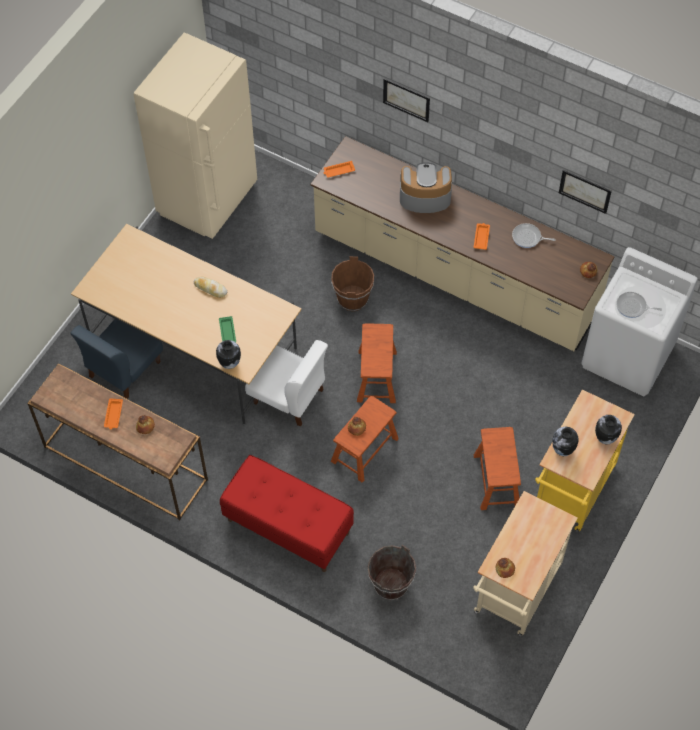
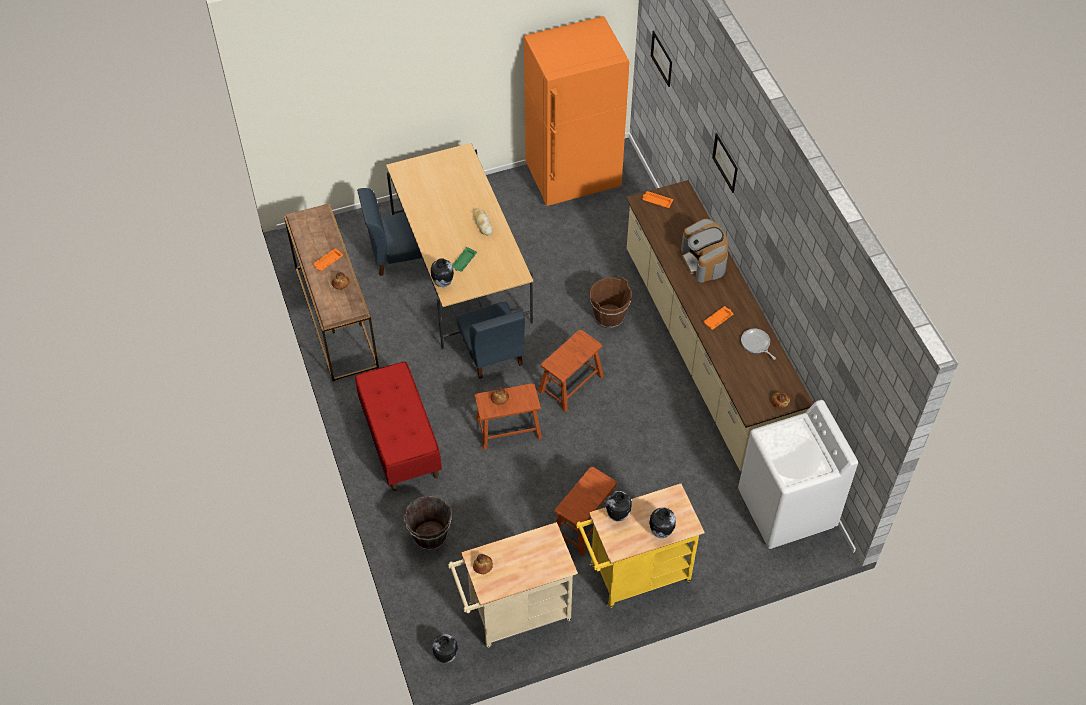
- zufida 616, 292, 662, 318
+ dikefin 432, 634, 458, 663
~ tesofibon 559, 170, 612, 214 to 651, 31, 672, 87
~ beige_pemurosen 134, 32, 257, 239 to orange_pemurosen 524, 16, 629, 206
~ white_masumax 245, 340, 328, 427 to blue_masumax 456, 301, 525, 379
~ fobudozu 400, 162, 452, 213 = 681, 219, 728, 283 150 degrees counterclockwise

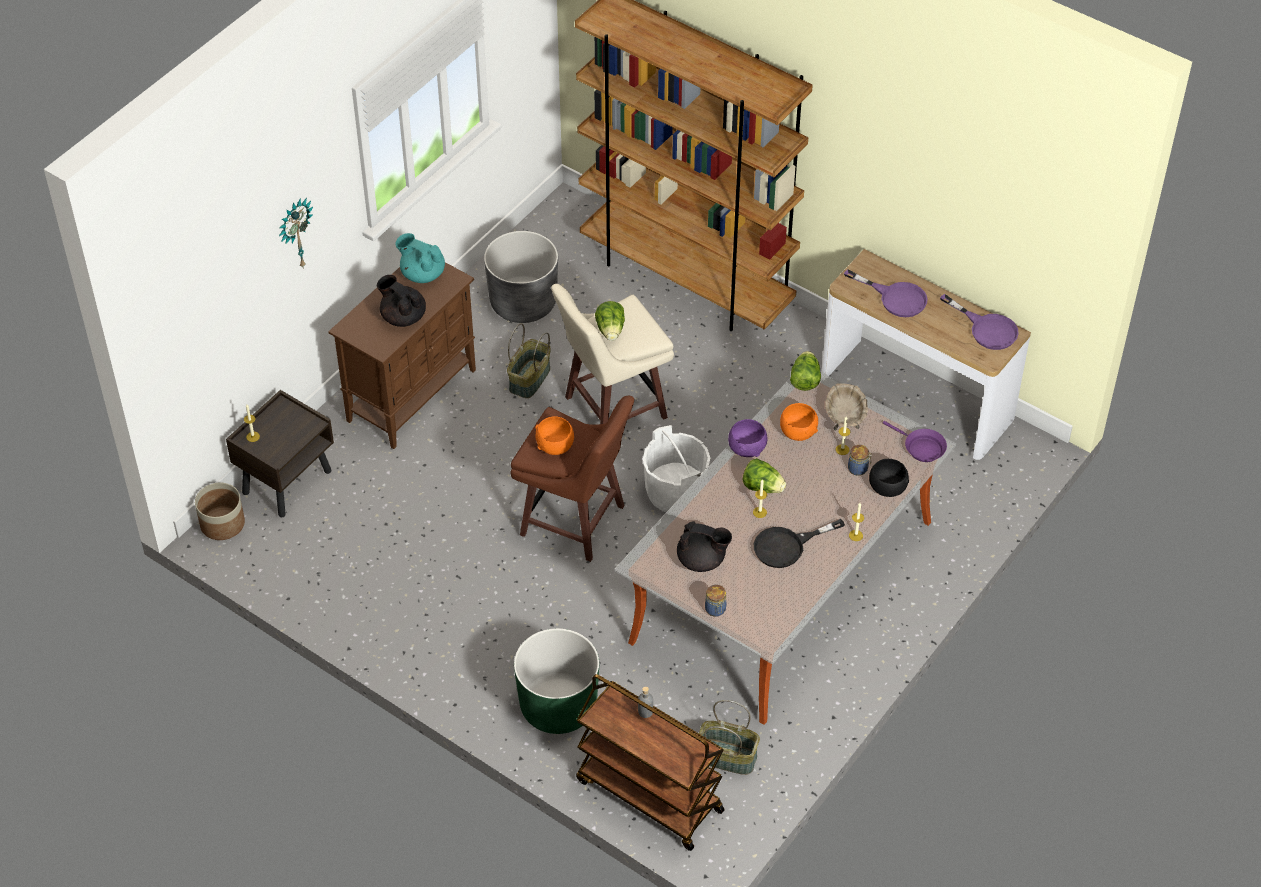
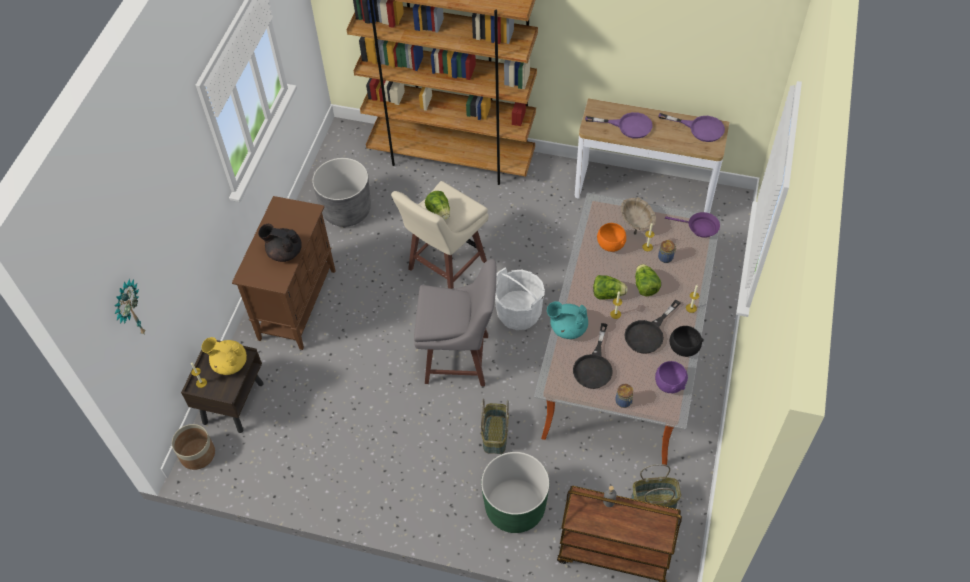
- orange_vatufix 535, 416, 574, 455
+ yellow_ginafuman 202, 337, 247, 375
~ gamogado 279, 198, 313, 269 to 115, 279, 146, 335
~ turquoise_ginafuman 395, 233, 445, 283 to 547, 301, 588, 339
~ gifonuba 507, 323, 551, 398 to 481, 398, 509, 454
~ purple_vatufix 728, 419, 768, 457 to 655, 361, 688, 393
~ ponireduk 790, 351, 821, 391 to 635, 264, 661, 296
~ black_vatufix 869, 459, 909, 497 to 670, 326, 703, 357
~ black_ginafuman 677, 521, 732, 572 to black_zufida 573, 323, 613, 389
~ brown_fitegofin 510, 396, 634, 562 to grey_fitegofin 414, 259, 497, 386

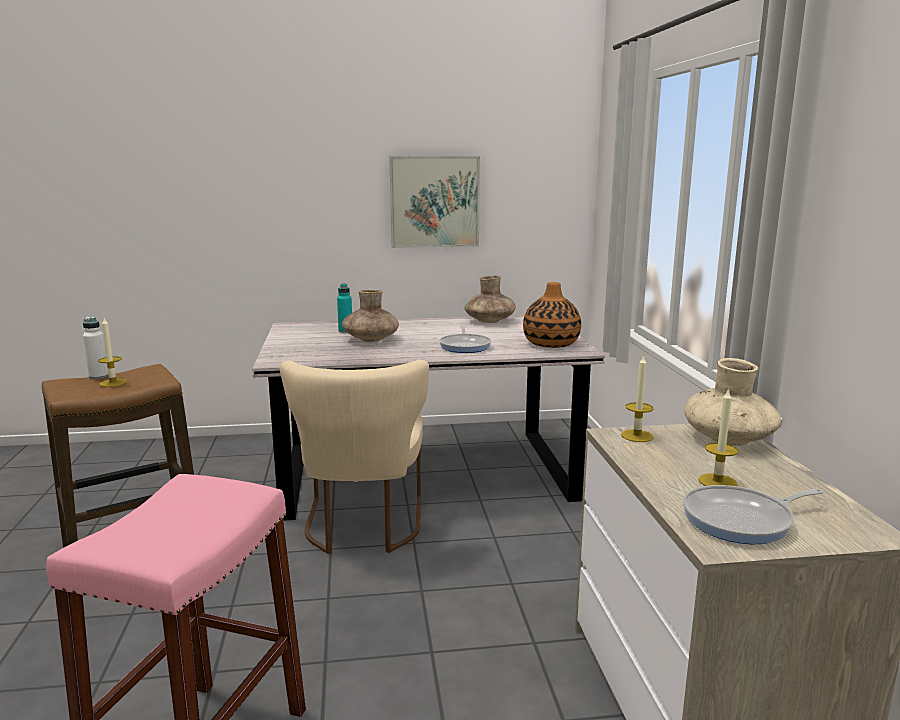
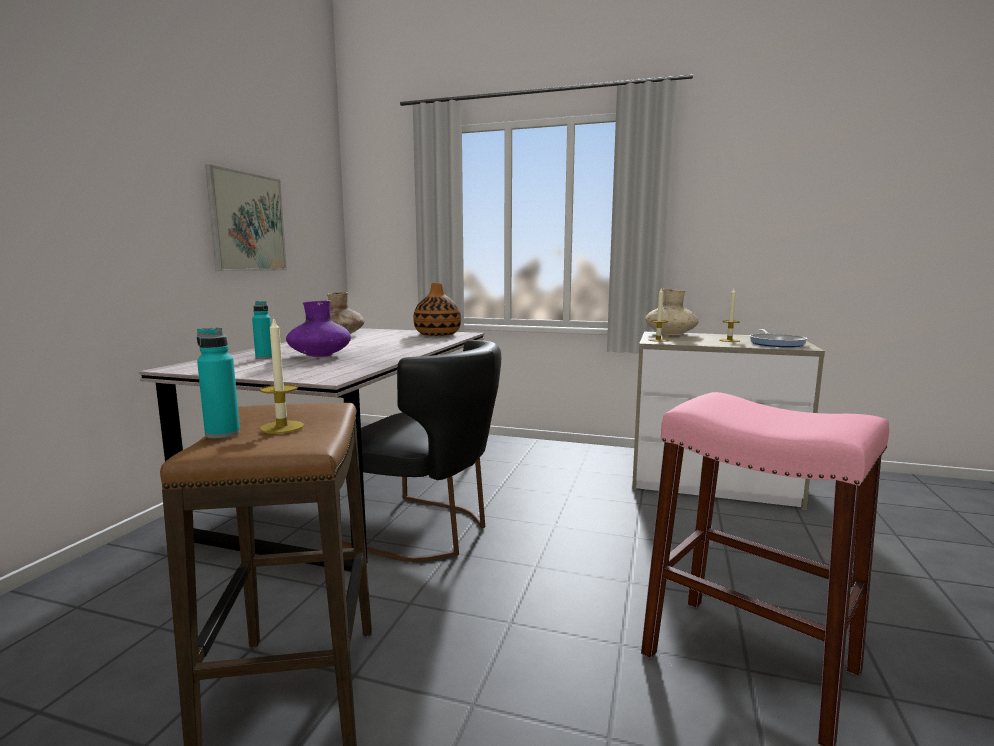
- zufida 439, 326, 492, 353
~ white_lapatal 83, 316, 109, 379 to turquoise_lapatal 197, 327, 240, 438
~ beige_masumax 279, 360, 429, 554 to black_masumax 339, 340, 501, 562
~ brown_dikefin 342, 290, 399, 342 to purple_dikefin 286, 300, 351, 357

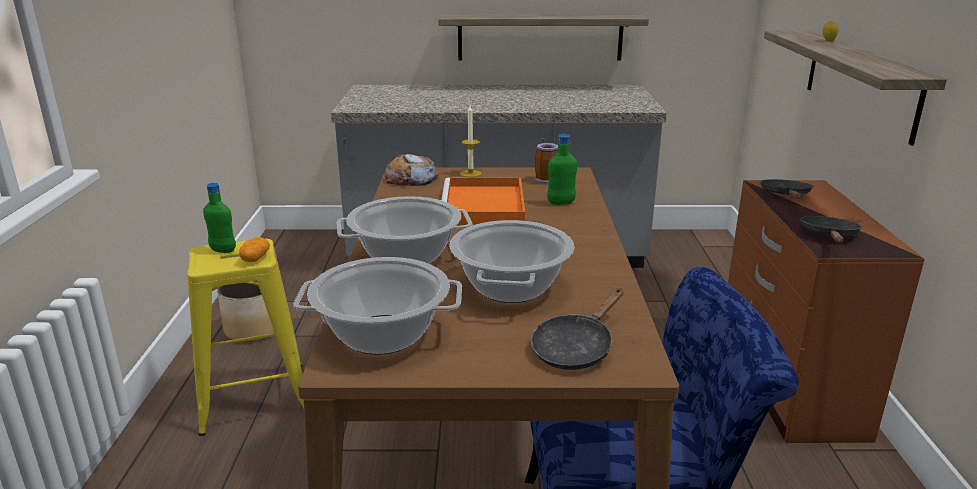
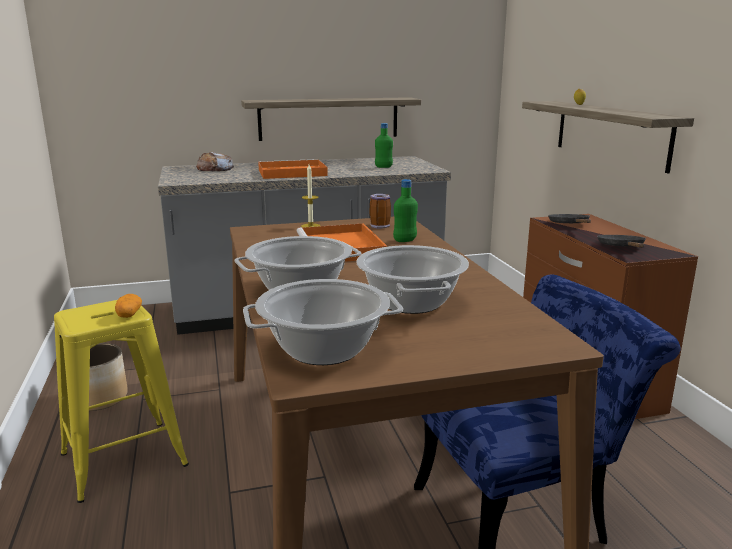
- black_zufida 531, 288, 623, 370
+ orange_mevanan 258, 159, 328, 179
~ green_lapatal 203, 183, 236, 253 to 375, 123, 393, 168
~ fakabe 385, 154, 439, 186 to 196, 152, 234, 171

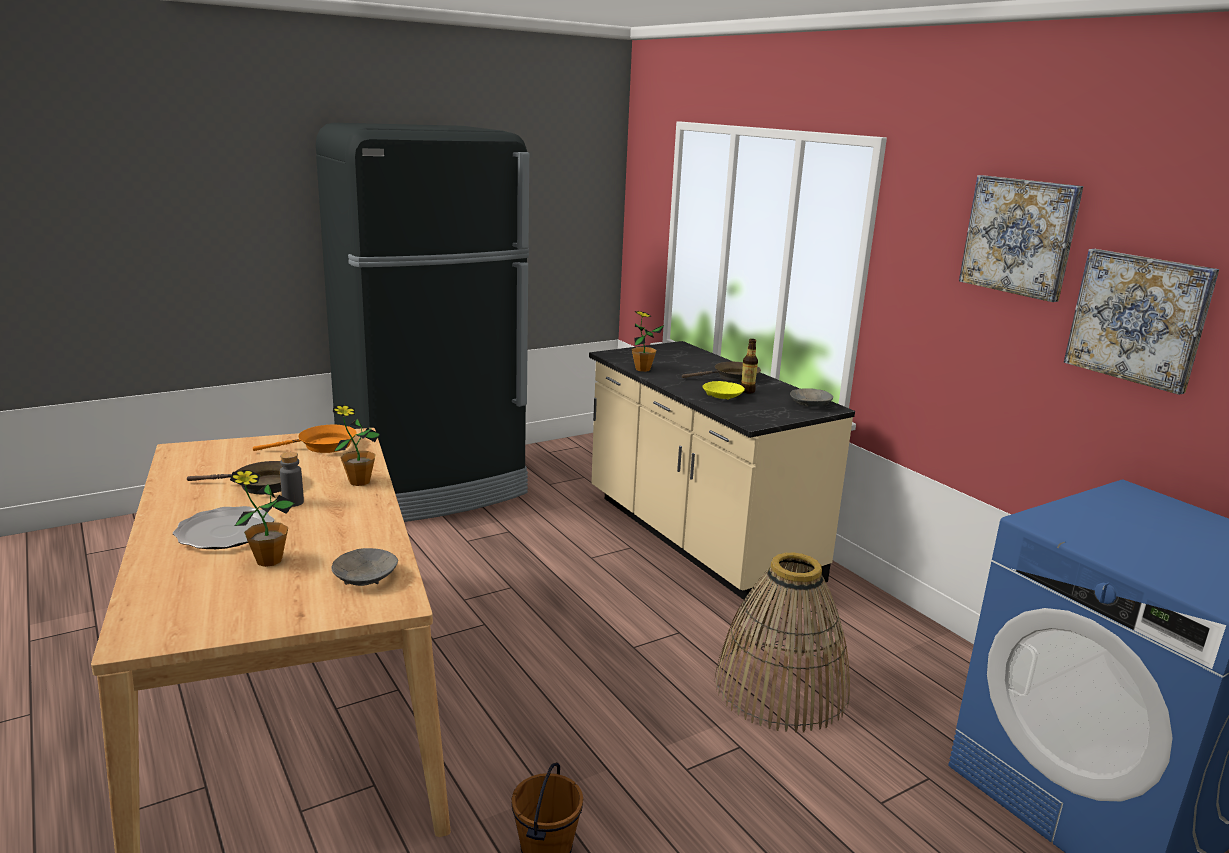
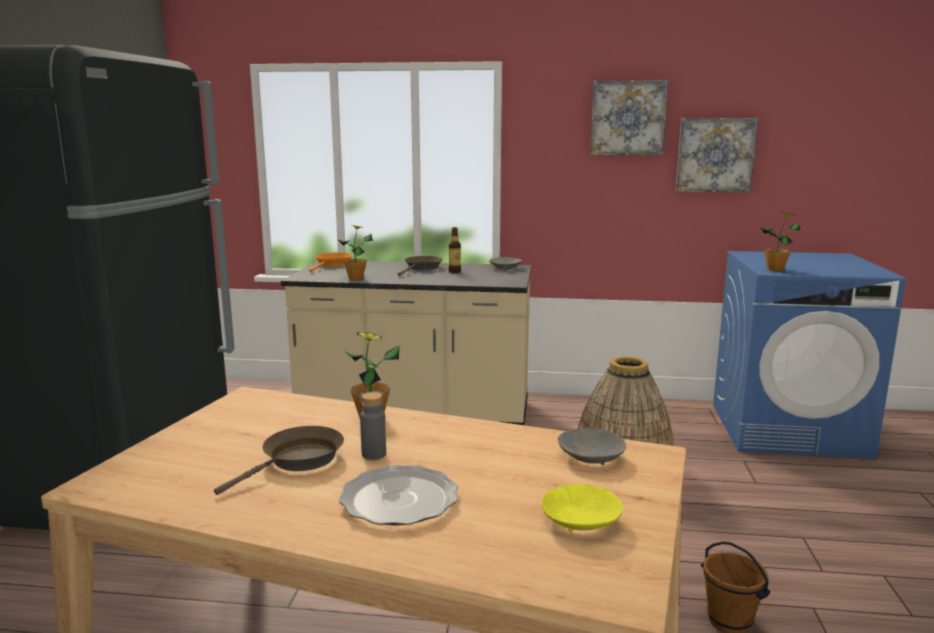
~ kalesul 230, 470, 294, 567 to 760, 212, 800, 271
~ orange_zufida 253, 425, 357, 453 to 309, 253, 353, 272
~ yellow_vatufix 702, 381, 745, 400 to 542, 484, 623, 532

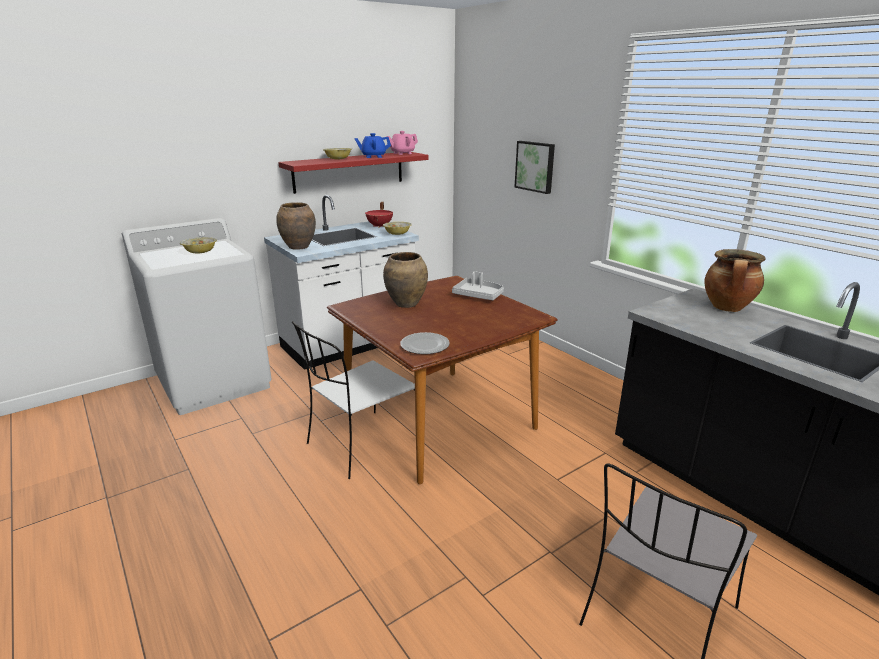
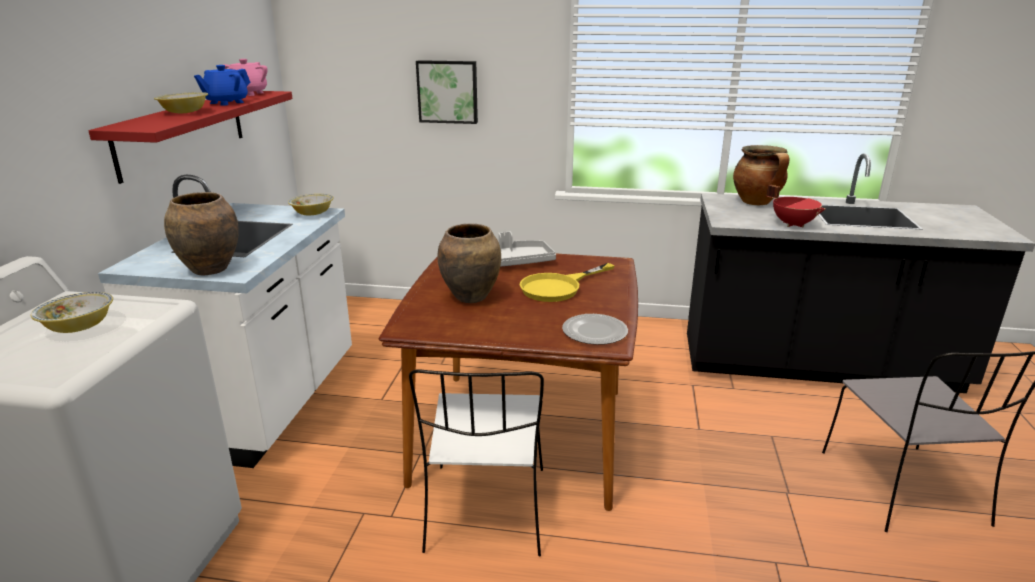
+ yellow_zufida 520, 263, 614, 302
~ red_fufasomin 365, 202, 393, 228 to 766, 185, 825, 227

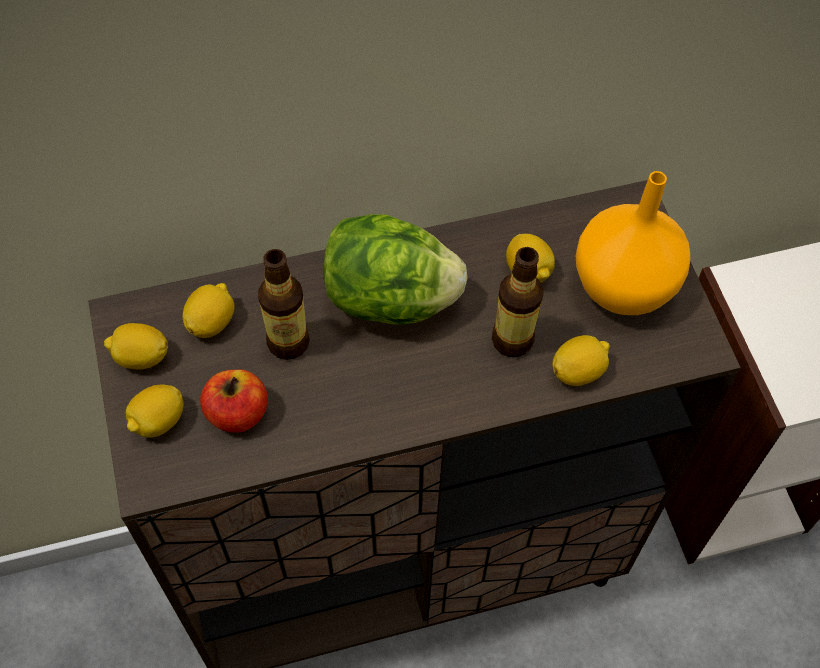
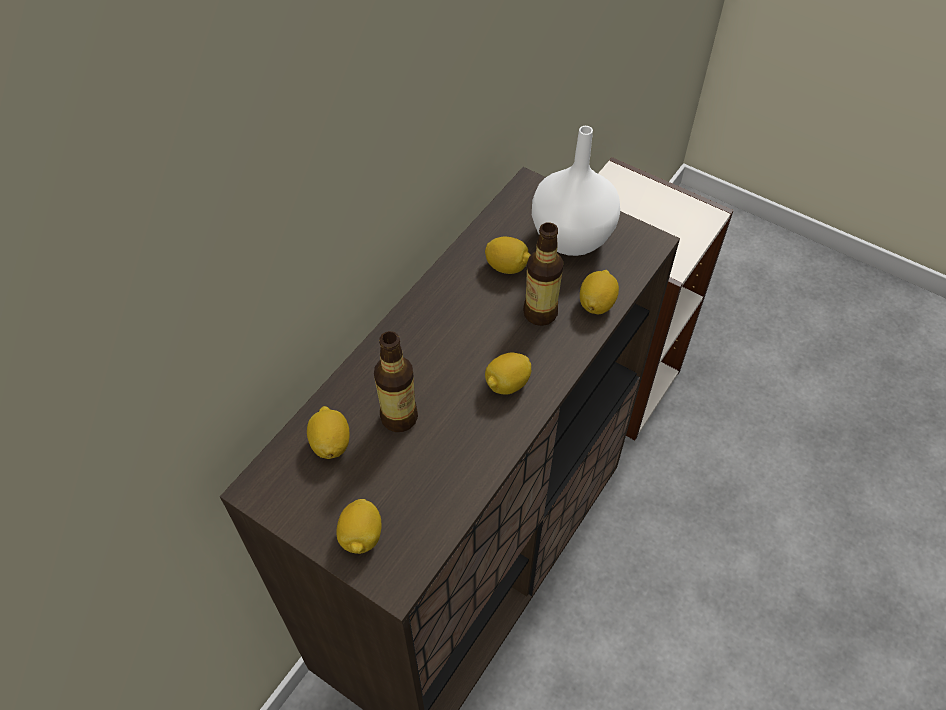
- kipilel 200, 369, 268, 433
- ponireduk 324, 214, 468, 325
~ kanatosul 104, 323, 168, 369 to 485, 353, 531, 395
~ orange_dikefin 576, 171, 690, 315 to white_dikefin 532, 126, 620, 256

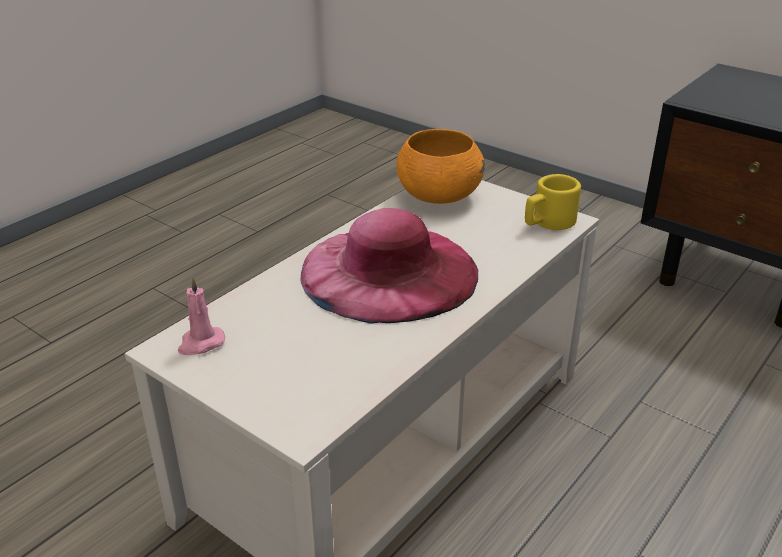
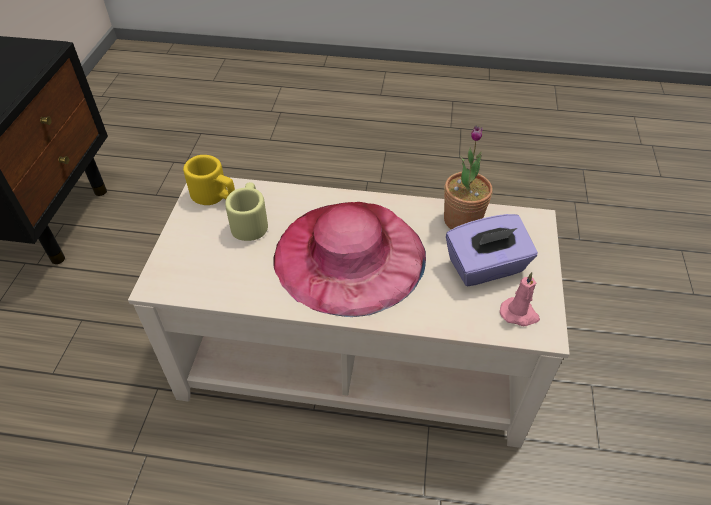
- orange_vatufix 397, 129, 485, 204
+ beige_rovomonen 225, 182, 268, 241
+ kalesul 444, 125, 493, 230
+ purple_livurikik 446, 214, 538, 286

